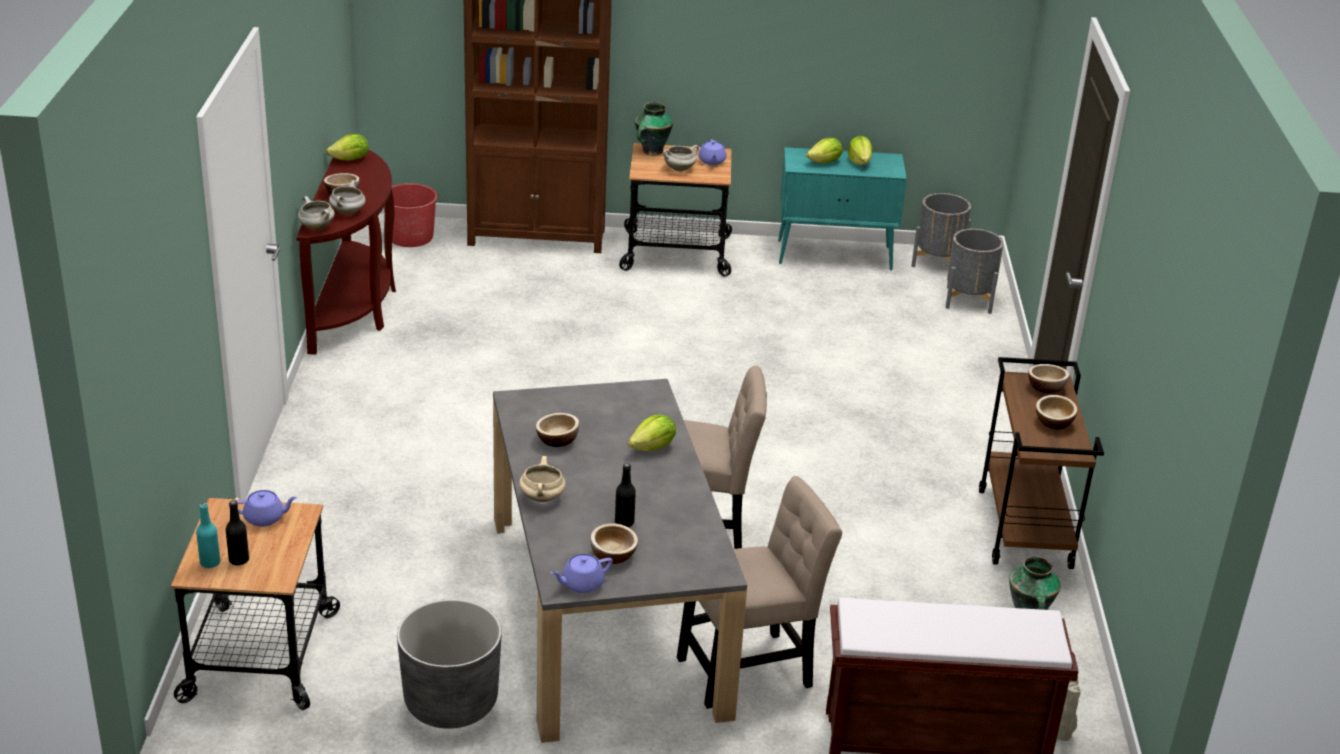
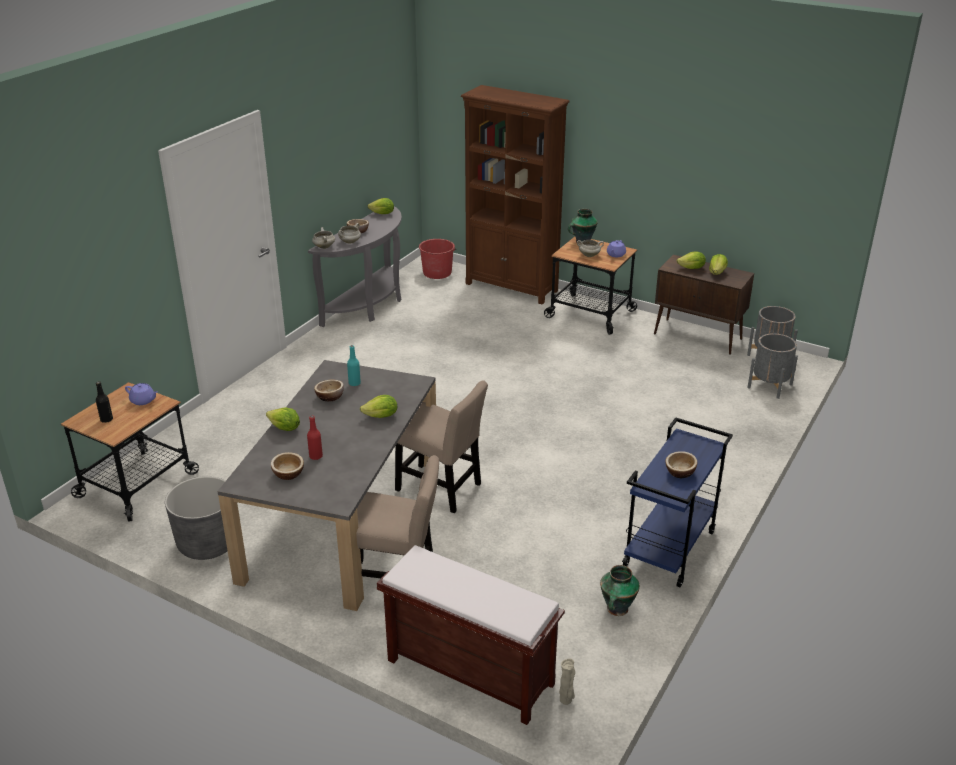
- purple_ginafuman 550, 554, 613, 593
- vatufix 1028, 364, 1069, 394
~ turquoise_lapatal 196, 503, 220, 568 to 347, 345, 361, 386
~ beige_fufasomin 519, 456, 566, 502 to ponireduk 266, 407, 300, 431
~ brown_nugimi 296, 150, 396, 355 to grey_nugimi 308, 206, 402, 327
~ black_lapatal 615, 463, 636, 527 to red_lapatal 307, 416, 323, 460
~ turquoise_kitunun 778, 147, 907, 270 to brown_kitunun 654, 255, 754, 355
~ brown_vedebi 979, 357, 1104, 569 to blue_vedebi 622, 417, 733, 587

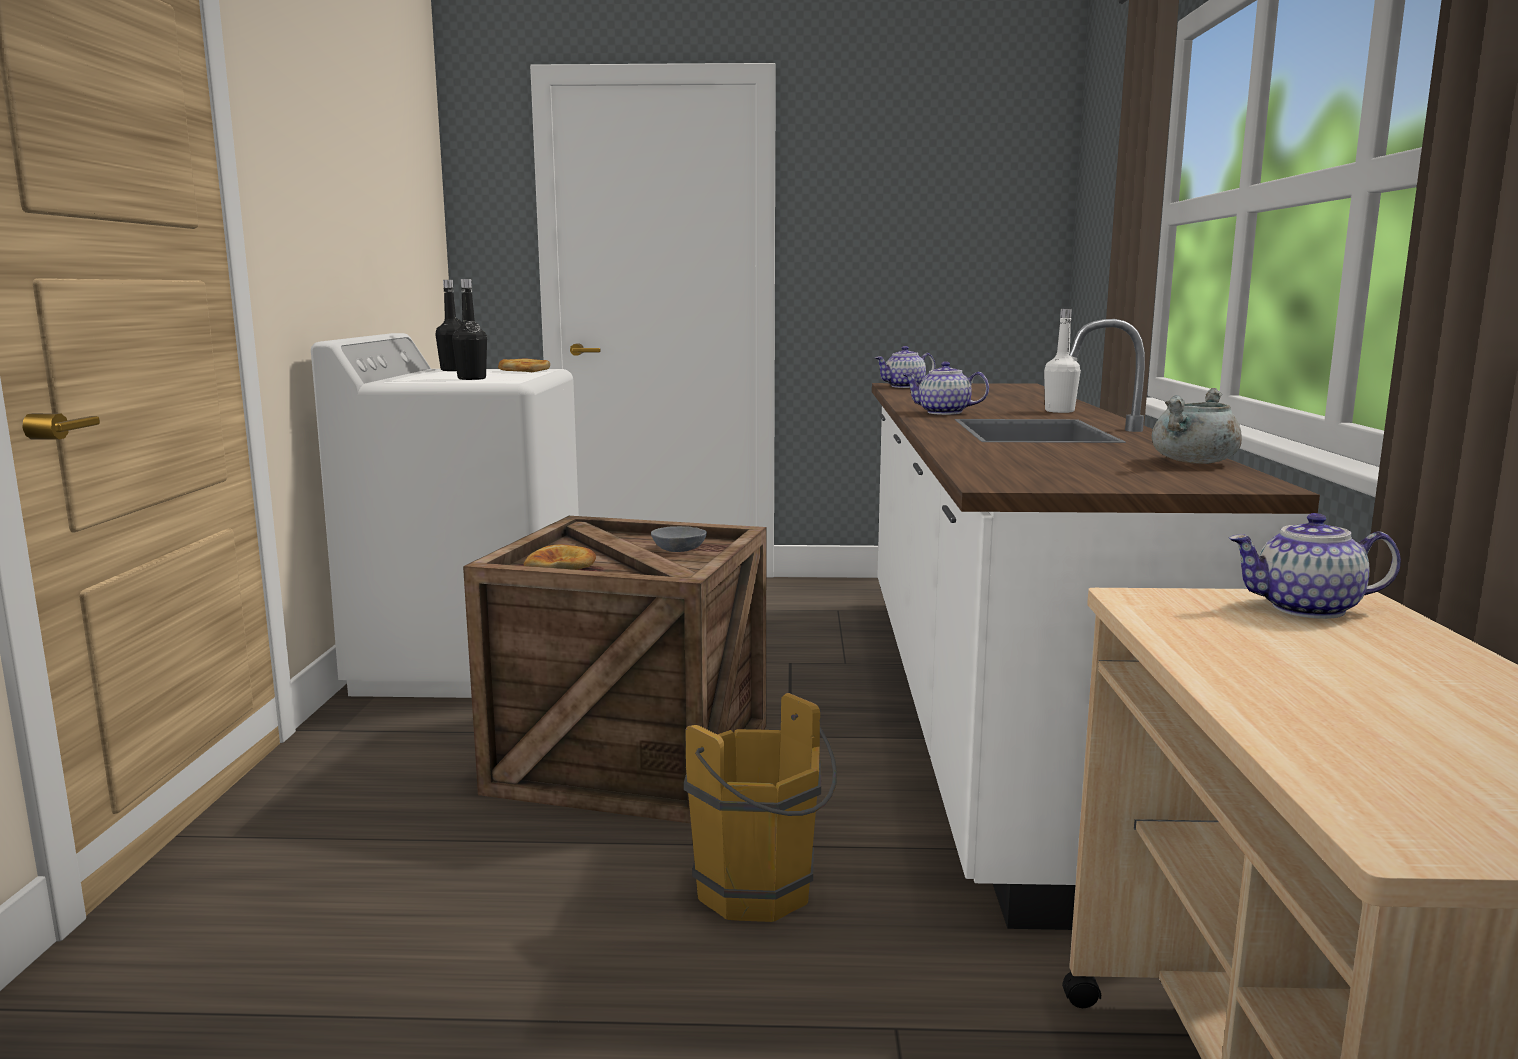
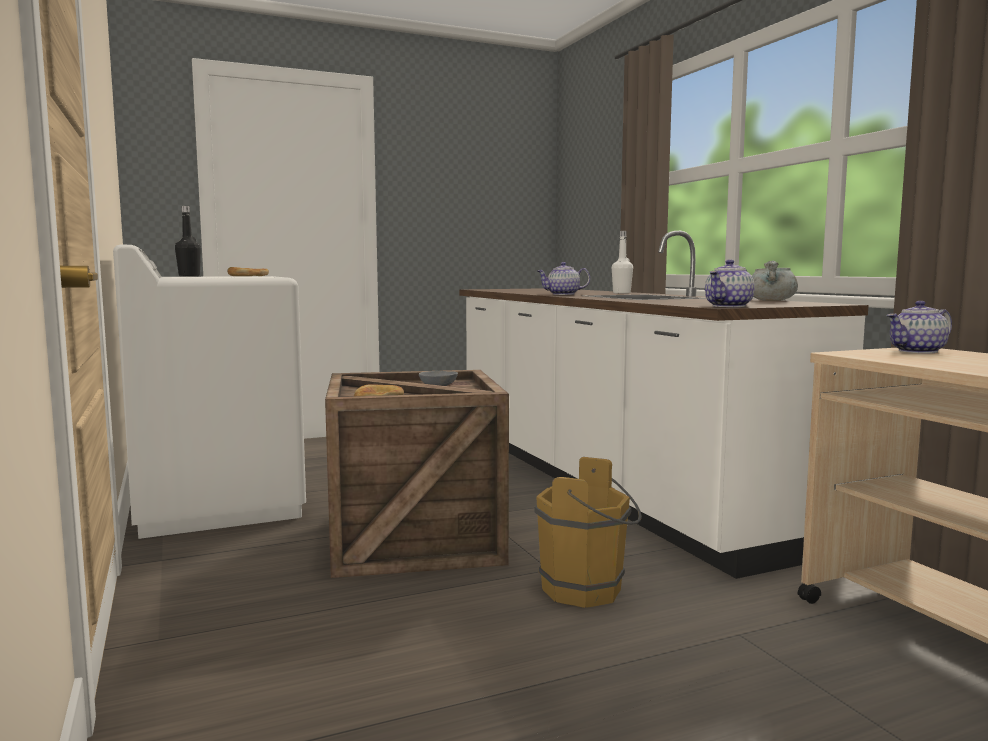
- black_lapatal 452, 279, 487, 380
~ ginafuman 875, 346, 935, 388 to 705, 259, 755, 307

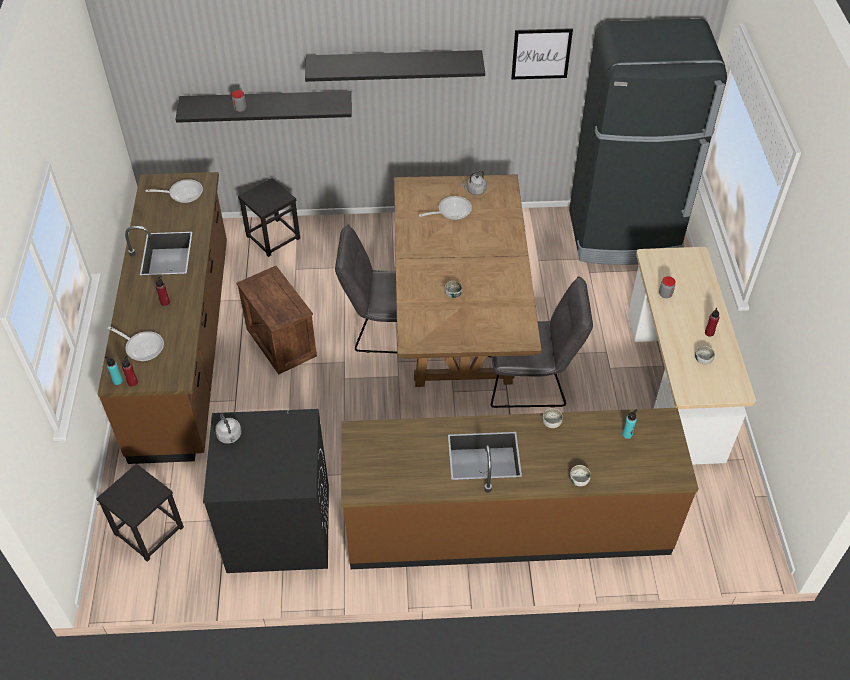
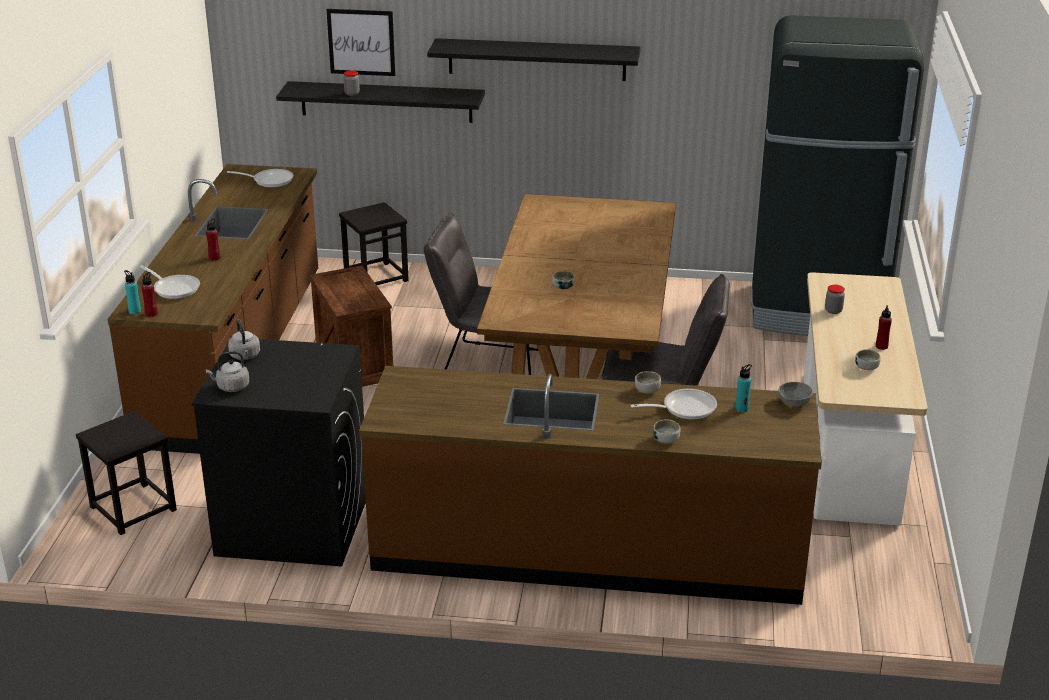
+ grey_vatufix 778, 382, 813, 407
~ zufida 419, 196, 472, 220 to 630, 389, 717, 420
~ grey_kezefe 462, 170, 487, 195 to 206, 351, 249, 392
~ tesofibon 511, 28, 573, 80 to 327, 9, 395, 76

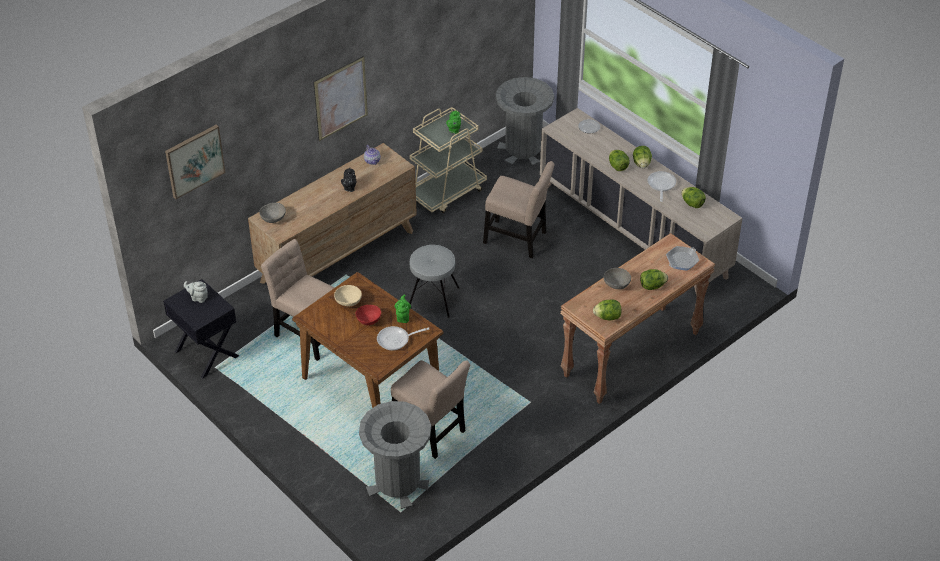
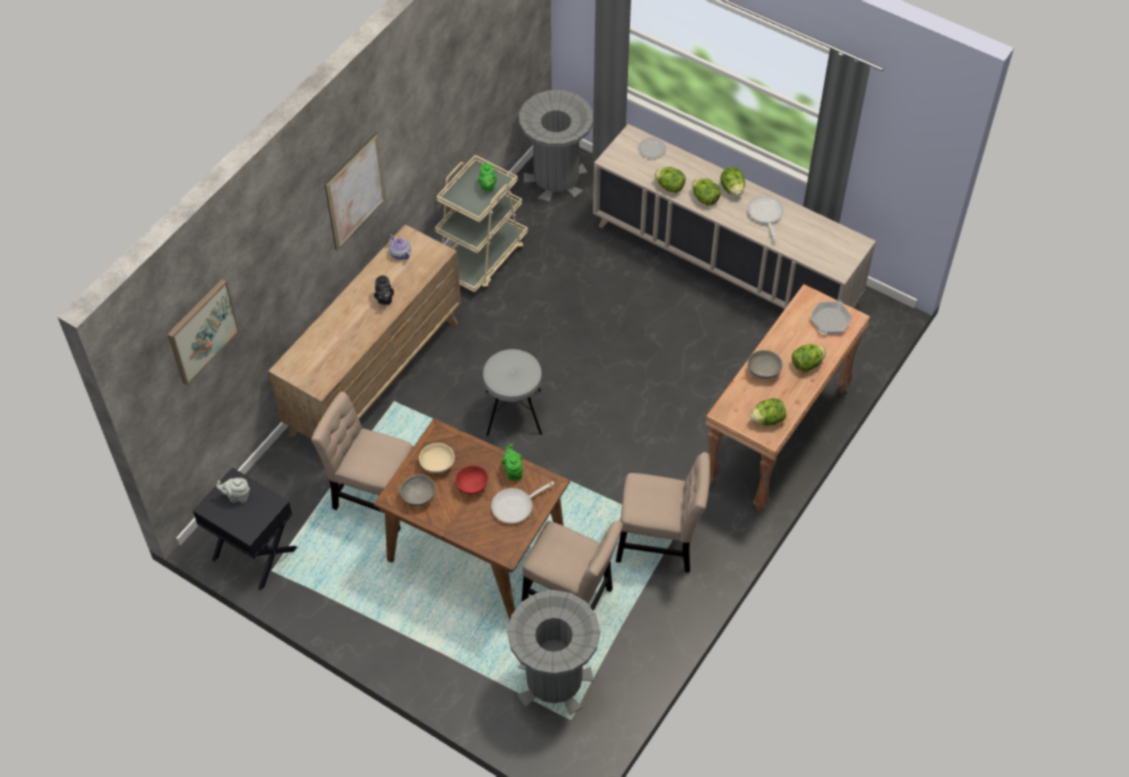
~ grey_vatufix 259, 203, 286, 223 to 399, 474, 436, 506
~ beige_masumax 483, 161, 555, 258 to 616, 452, 710, 572
~ ponireduk 681, 187, 706, 208 to 654, 167, 686, 193

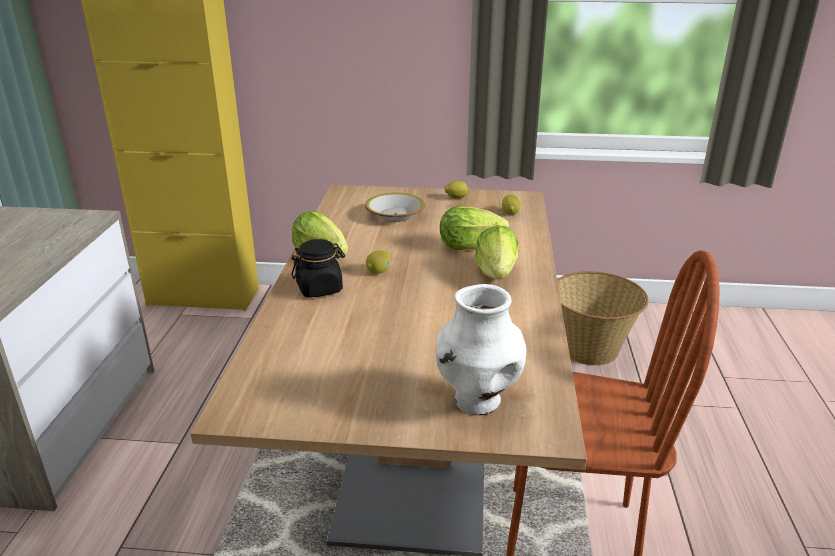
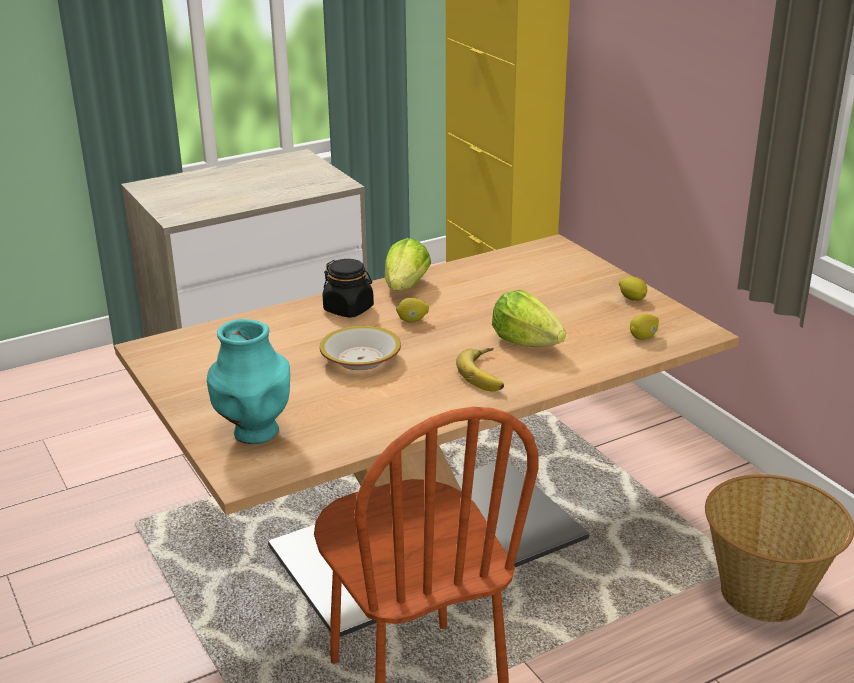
~ vatufix 365, 193, 425, 222 to 320, 326, 401, 370
~ ponireduk 475, 225, 519, 279 to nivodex 456, 348, 504, 392
~ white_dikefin 436, 284, 526, 415 to turquoise_dikefin 207, 319, 290, 444

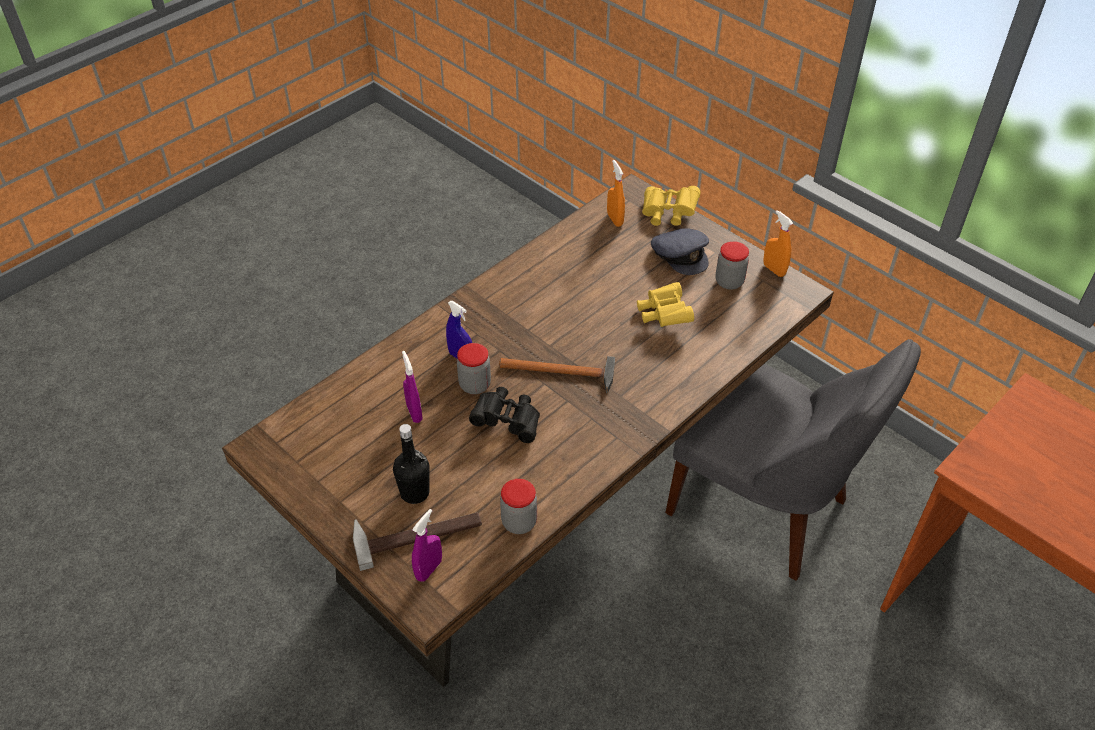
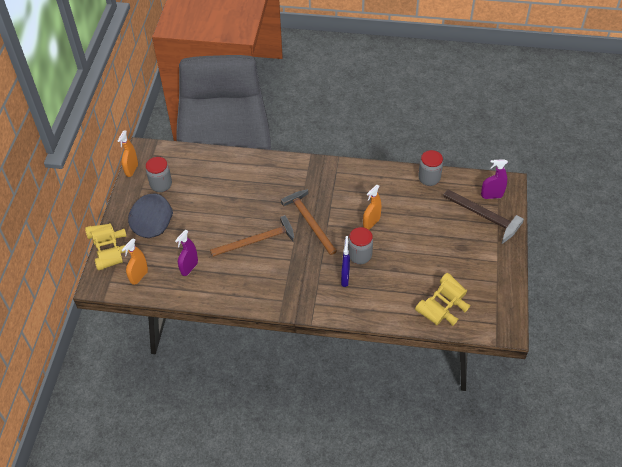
- black_lapatal 393, 424, 430, 504
+ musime 210, 215, 295, 257
~ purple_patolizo 402, 351, 422, 423 to 175, 230, 198, 276
~ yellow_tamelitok 637, 282, 694, 327 to 415, 273, 470, 326
~ black_tamelitok 469, 387, 540, 443 to orange_patolizo 363, 185, 382, 230

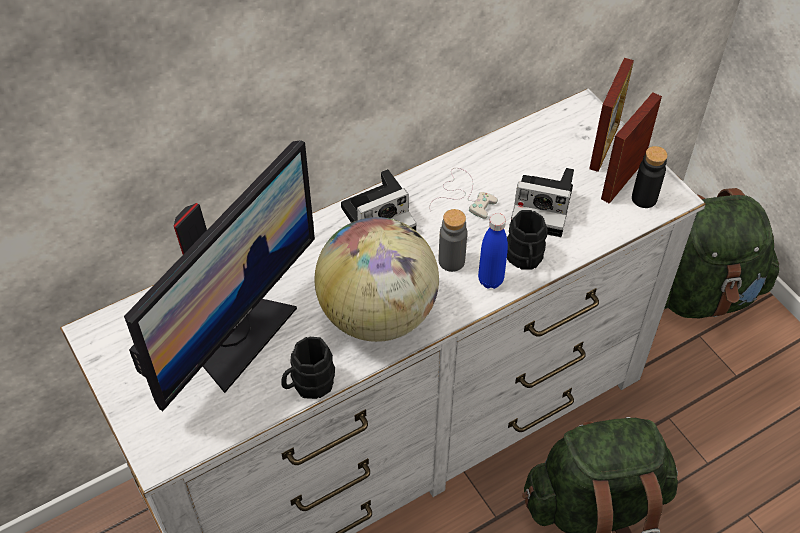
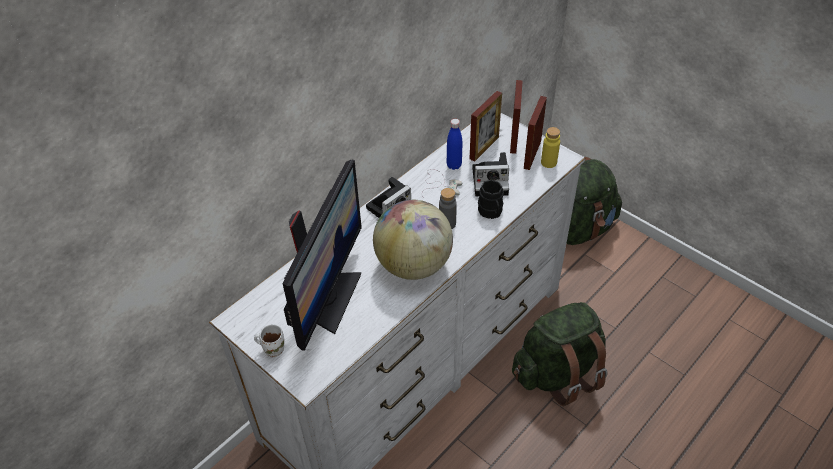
- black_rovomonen 281, 337, 335, 399
+ white_rovomonen 254, 324, 284, 358
+ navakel 470, 91, 502, 162
~ blue_lapatal 478, 213, 508, 289 to 447, 119, 462, 170
~ black_lapatal 632, 146, 668, 208 to yellow_lapatal 541, 127, 560, 168

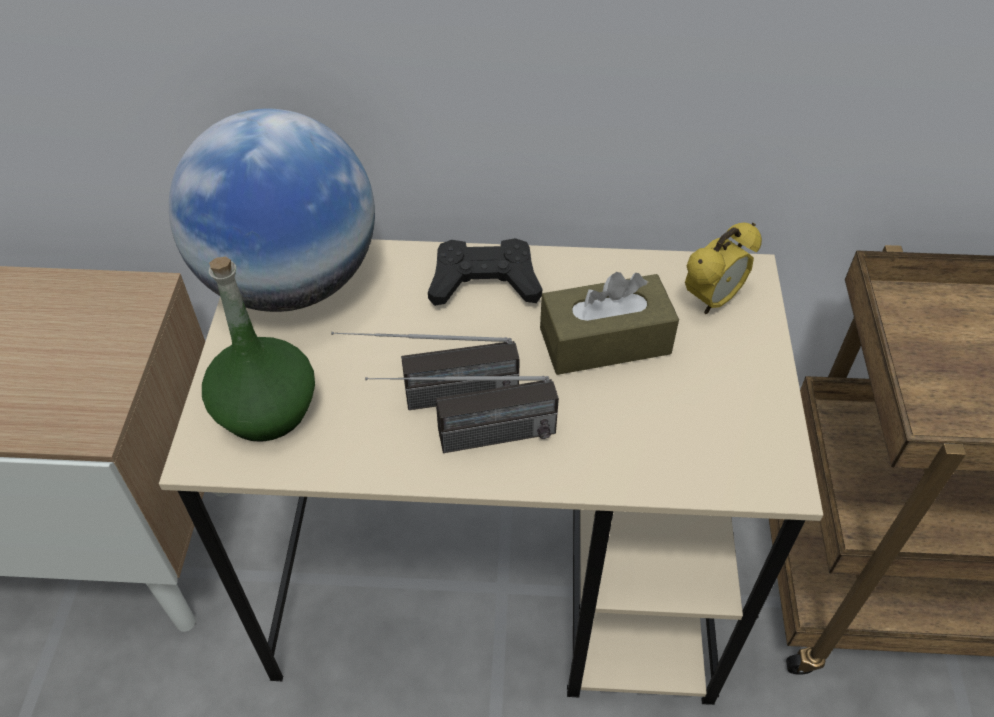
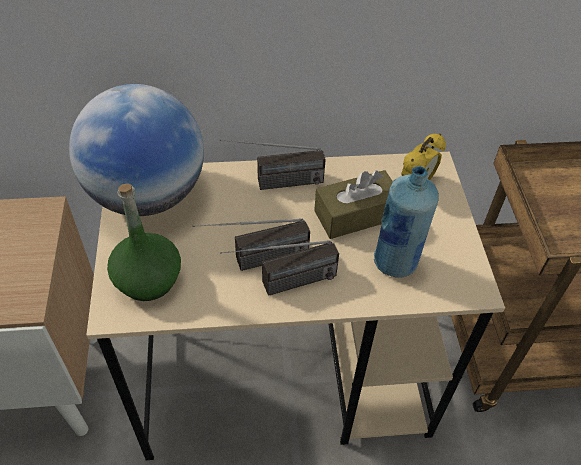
+ blue_lapatal 374, 166, 439, 278
~ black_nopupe 428, 238, 542, 306 to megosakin 219, 139, 326, 190

